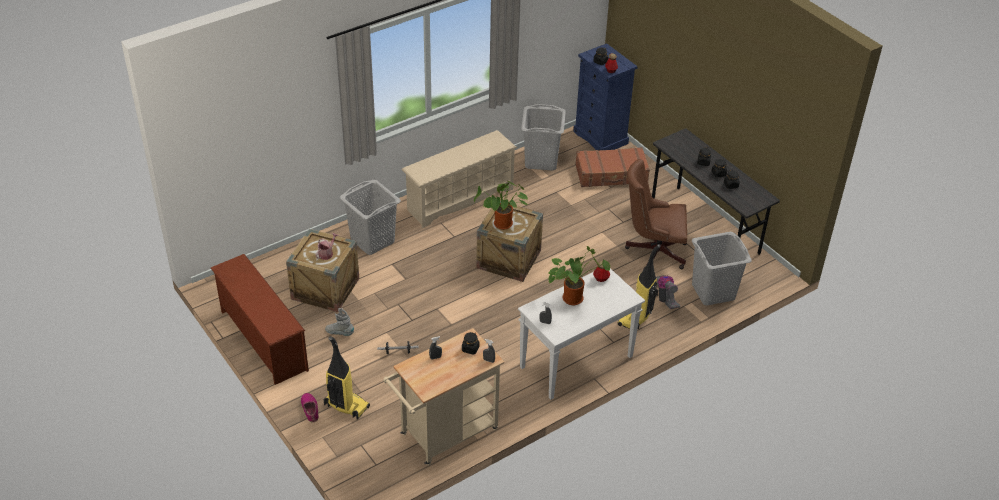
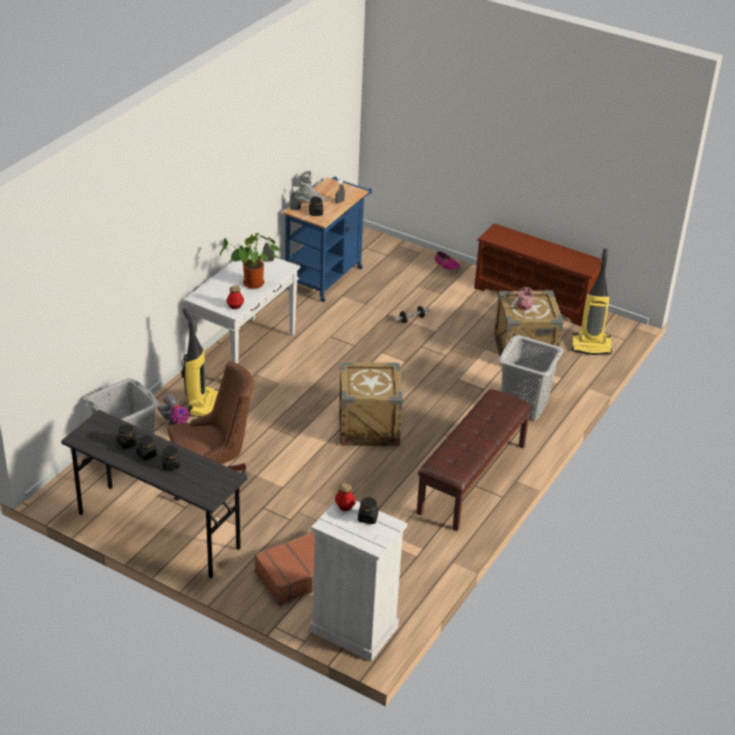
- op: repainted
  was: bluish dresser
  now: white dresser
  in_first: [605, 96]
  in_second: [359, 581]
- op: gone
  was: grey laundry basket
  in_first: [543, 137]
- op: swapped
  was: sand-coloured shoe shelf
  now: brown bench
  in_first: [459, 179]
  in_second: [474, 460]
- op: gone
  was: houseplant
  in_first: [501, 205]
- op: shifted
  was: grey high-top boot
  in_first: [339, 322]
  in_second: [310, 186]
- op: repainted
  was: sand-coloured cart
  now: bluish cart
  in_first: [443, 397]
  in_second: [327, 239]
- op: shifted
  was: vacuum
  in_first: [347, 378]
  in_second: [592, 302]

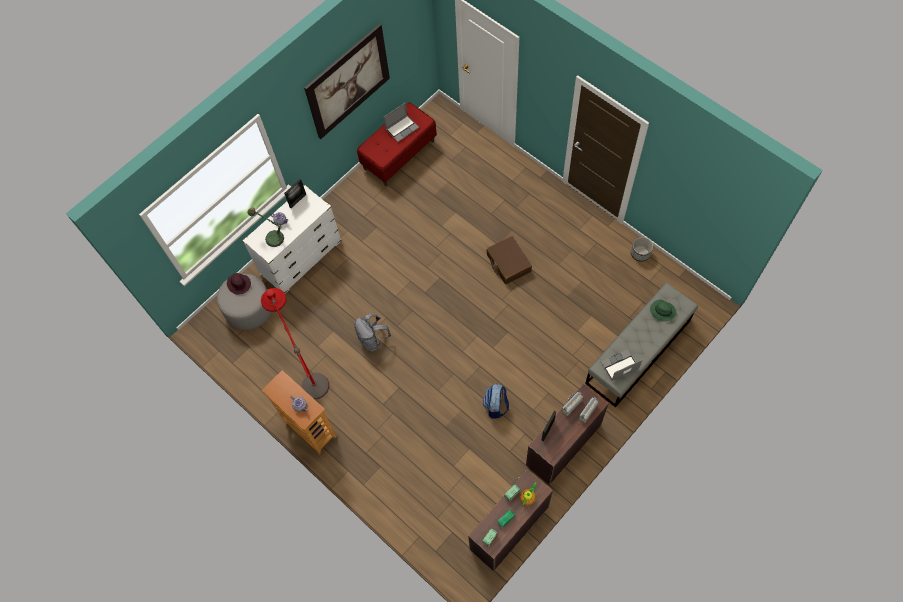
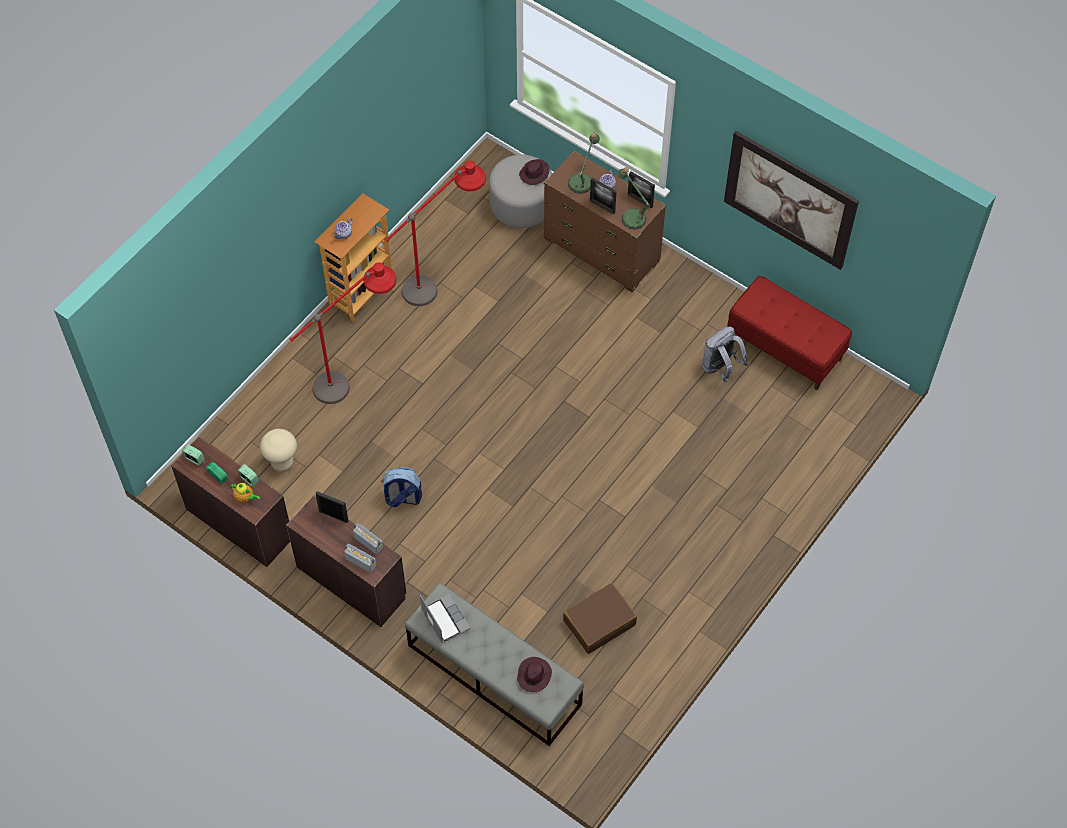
- op: gone
  was: portable computer
  in_first: [401, 122]
- op: repainted
  was: white dresser
  now: brown dresser
  in_first: [292, 239]
  in_second: [605, 221]
- op: shifted
  was: brown travel case
  in_first: [509, 260]
  in_second: [600, 618]
- op: gone
  was: flower pot
  in_first: [642, 249]
- op: repainted
  was: green clothing hat
  now: purple clothing hat
  in_first: [663, 310]
  in_second: [534, 674]
- op: shifted
  was: grey backpack
  in_first: [373, 332]
  in_second: [725, 354]
- op: new
  now: table lamp
  in_second: [633, 198]
- op: new
  now: photo frame
  in_second: [603, 196]
- op: new
  now: red-coloured standing lamp
  in_second: [342, 333]
- op: new
  now: sand-coloured stool
  in_second: [278, 450]

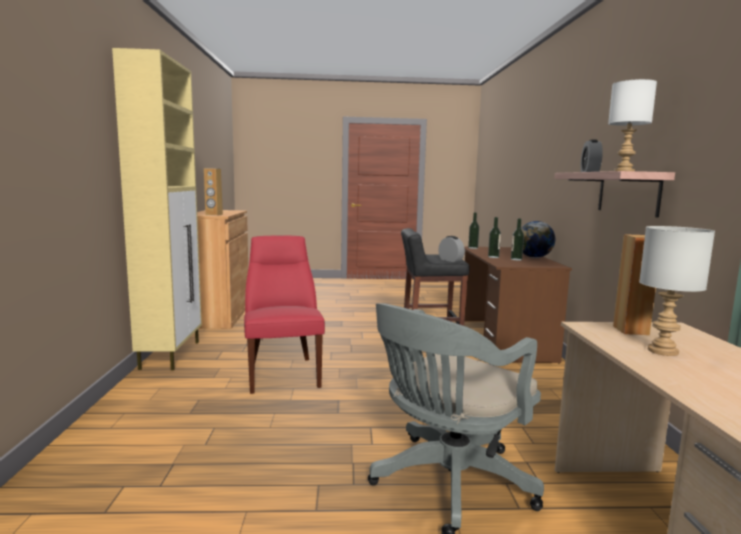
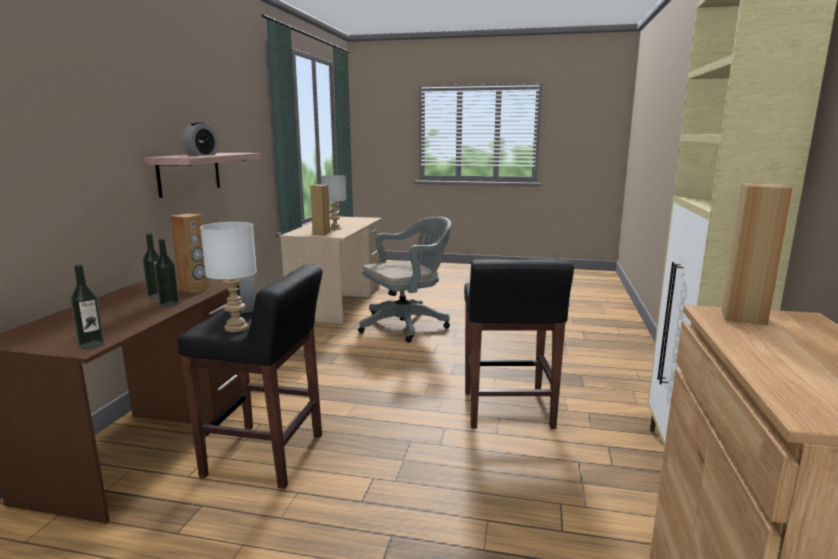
- op: shifted
  was: white table lamp
  in_first: [632, 125]
  in_second: [228, 277]
- op: gone
  was: desk globe
  in_first: [538, 239]
- op: swapped
  was: red-coloured chair
  now: black-coloured stool
  in_first: [284, 314]
  in_second: [519, 344]
- op: new
  now: brown speaker
  in_second: [190, 253]

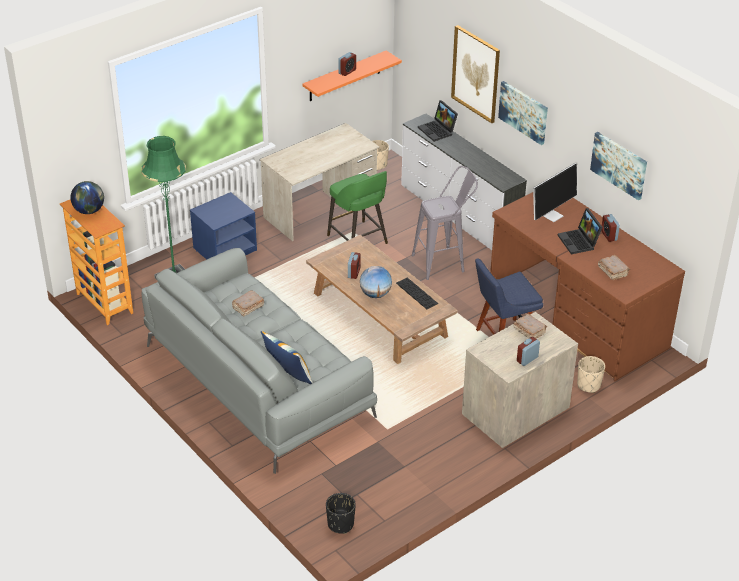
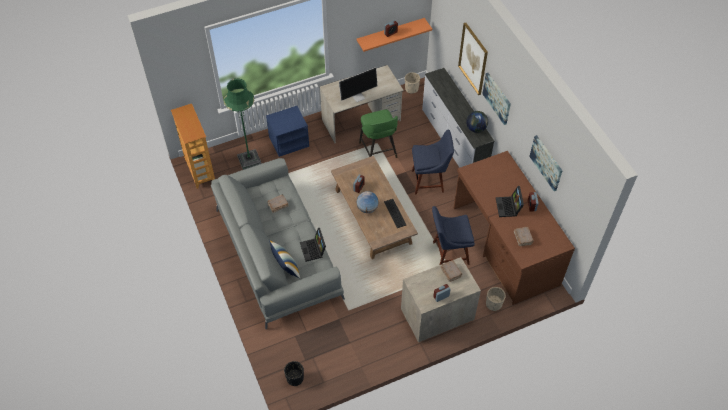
- op: shifted
  was: portable computer
  in_first: [438, 121]
  in_second: [313, 245]
- op: shifted
  was: monitor
  in_first: [555, 192]
  in_second: [358, 84]
- op: swapped
  was: grey stool
  now: bluish chair
  in_first: [445, 223]
  in_second: [433, 162]
- op: shifted
  was: desk globe
  in_first: [87, 197]
  in_second: [477, 122]

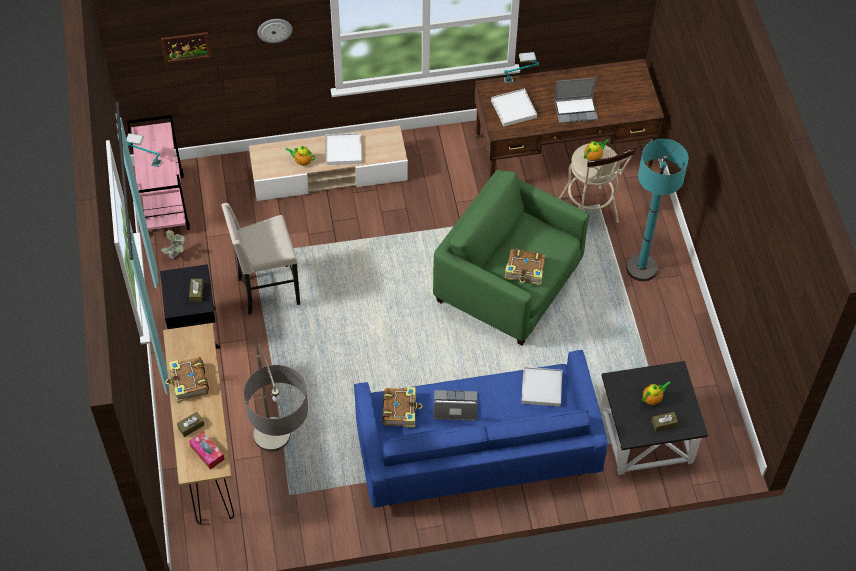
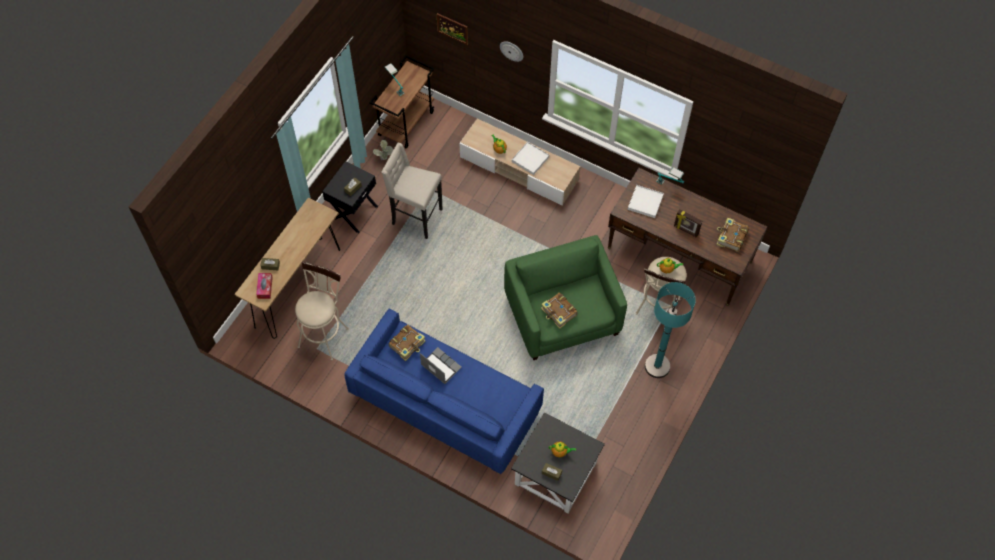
- op: swapped
  was: portable computer
  now: photo frame
  in_first: [576, 101]
  in_second: [688, 223]
- op: repainted
  was: pinkish cart
  now: brown cart
  in_first: [158, 173]
  in_second: [402, 102]
- op: swapped
  was: standing lamp
  now: sand-coloured stool
  in_first: [276, 397]
  in_second: [322, 310]
- op: shifted
  was: book
  in_first: [187, 379]
  in_second: [732, 234]
- op: gone
  was: white carrying tray
  in_first: [541, 387]

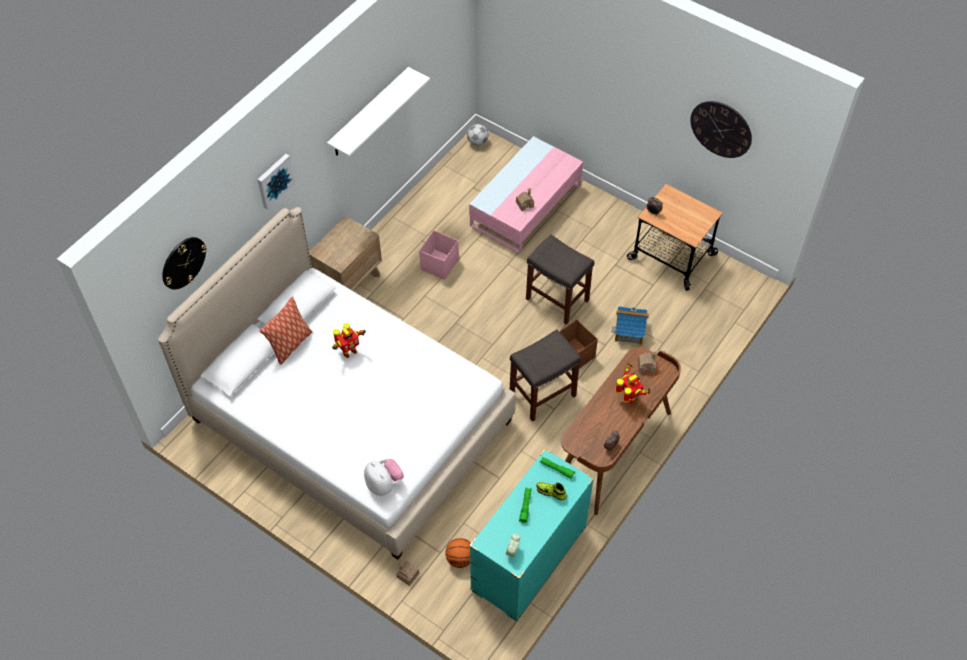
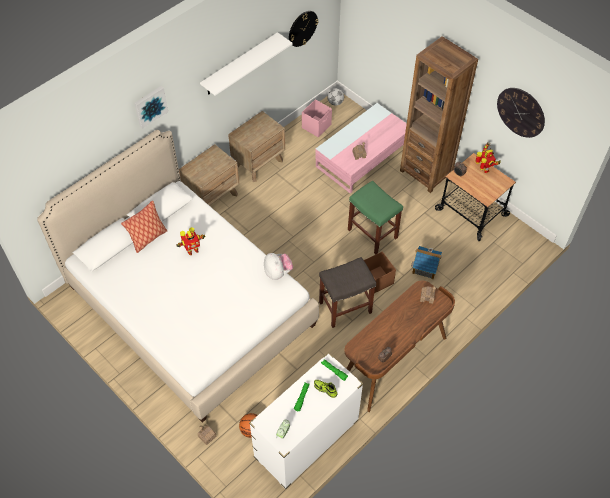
- op: shifted
  was: pinkish storage container
  in_first: [439, 255]
  in_second: [317, 118]
- op: repainted
  was: grey stool
  now: green stool
  in_first: [560, 280]
  in_second: [375, 217]
- op: shifted
  was: clock on the wall
  in_first: [184, 263]
  in_second: [303, 29]
- op: shifted
  was: toy robot
  in_first: [632, 383]
  in_second: [488, 157]
- op: repainted
  was: turquoise-coloured dresser
  now: white dresser
  in_first: [531, 534]
  in_second: [306, 420]
- op: shifted
  was: soft toy
  in_first: [384, 477]
  in_second: [278, 266]
- op: new
  now: brown bookcase
  in_second: [439, 114]
- op: new
  now: brown bedside table
  in_second: [256, 146]

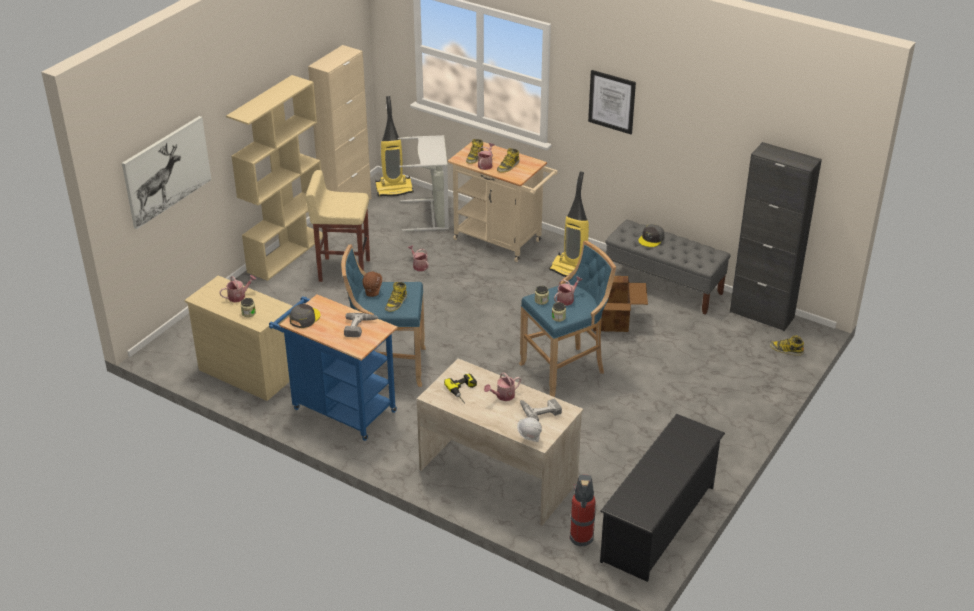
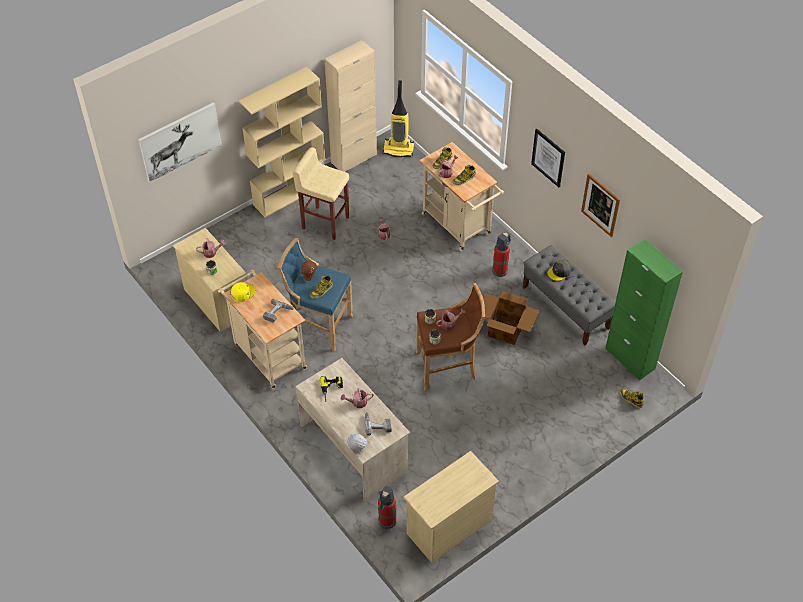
- op: gone
  was: grey laundry basket
  in_first: [423, 183]
- op: repainted
  was: black-coloured cupboard
  now: green cupboard
  in_first: [776, 236]
  in_second: [644, 309]
- op: swapped
  was: vacuum
  now: fire extinguisher
  in_first: [569, 224]
  in_second: [501, 254]
- op: repainted
  was: bluish stool
  now: brown stool
  in_first: [567, 318]
  in_second: [450, 337]
- op: repainted
  was: bluish cart
  now: sand-coloured cart
  in_first: [333, 368]
  in_second: [262, 329]
- op: repainted
  was: grey cap
  now: yellow cap
  in_first: [305, 316]
  in_second: [243, 292]
- op: swapped
  was: black-coloured shoe shelf
  now: sand-coloured dresser
  in_first: [662, 498]
  in_second: [451, 507]
- op: new
  now: wall picture
  in_second: [600, 205]

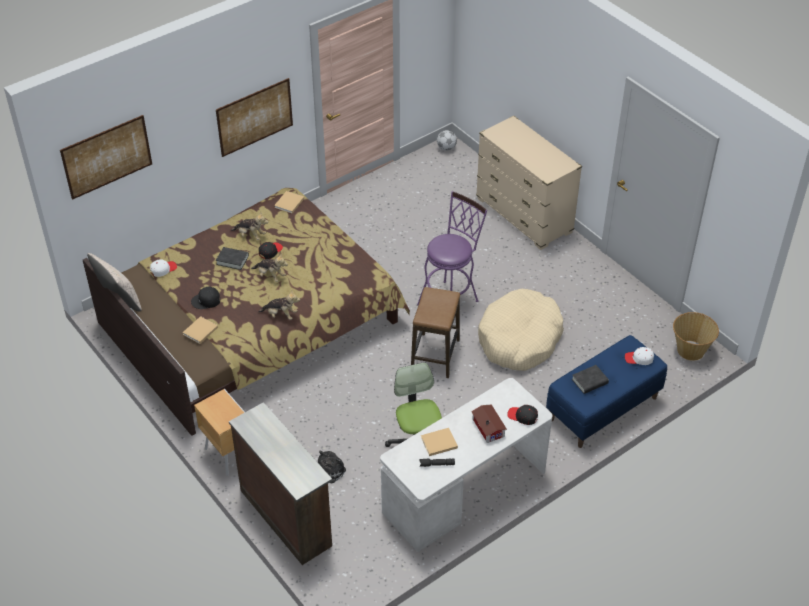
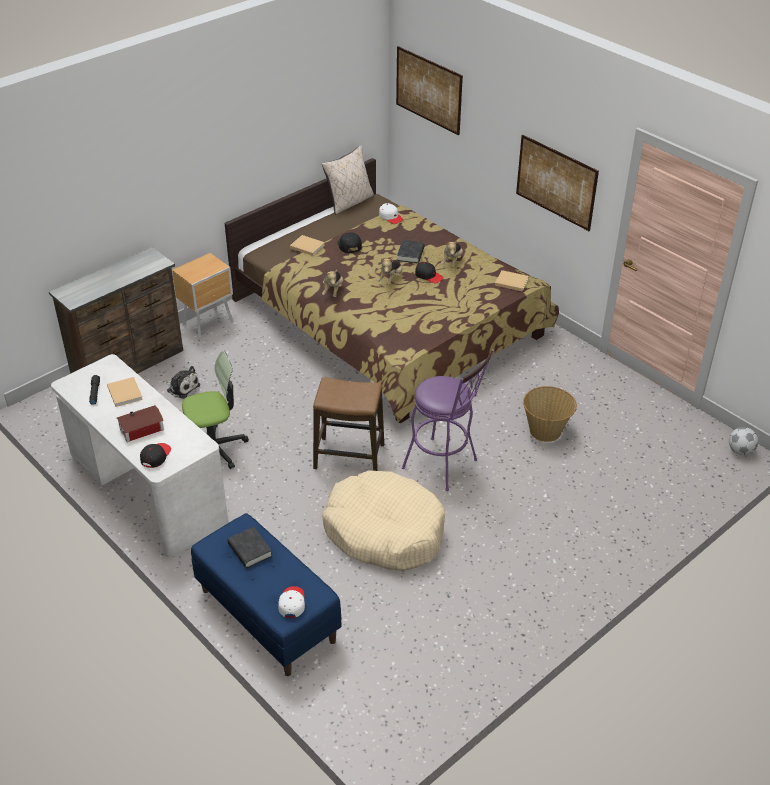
- op: gone
  was: sand-coloured dresser
  in_first: [529, 183]
- op: shifted
  was: storage basket
  in_first: [696, 336]
  in_second: [550, 414]

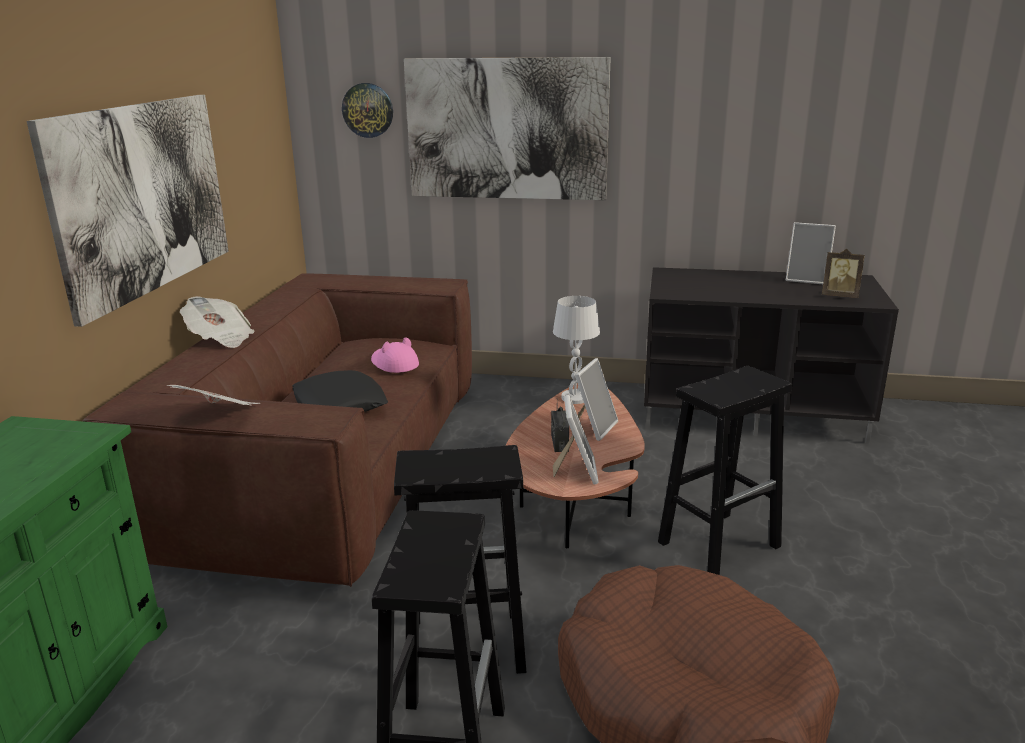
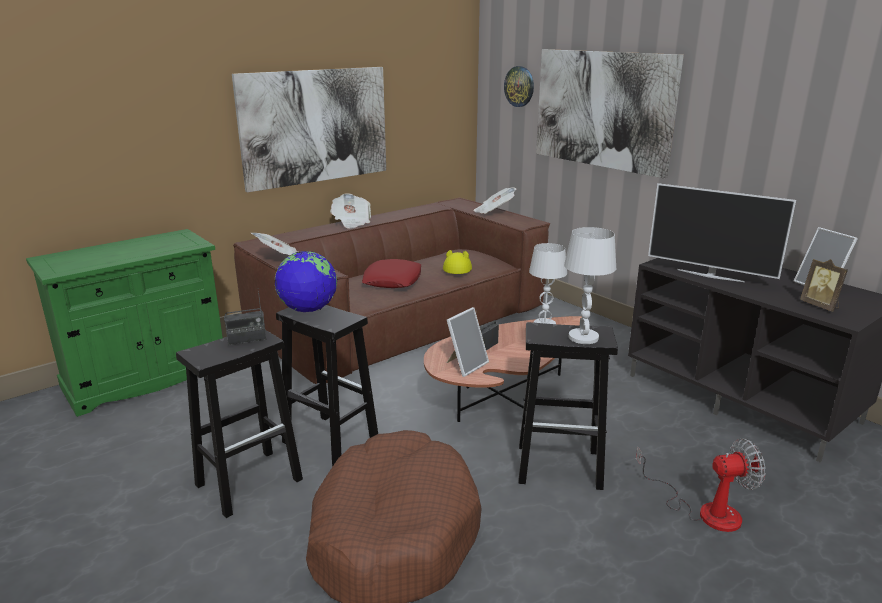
- op: repainted
  was: pinkish clothing hat
  now: yellow clothing hat
  in_first: [395, 355]
  in_second: [457, 262]
- op: gone
  was: photo frame
  in_first: [596, 399]
- op: repainted
  was: black-coloured pillow
  now: red-coloured pillow
  in_first: [340, 391]
  in_second: [391, 273]
- op: new
  now: television
  in_second: [722, 232]
- op: new
  now: printed paper
  in_second: [495, 200]
- op: new
  now: white table lamp
  in_second: [590, 285]
- op: new
  now: desk globe
  in_second: [306, 281]
- op: new
  now: radio set
  in_second: [245, 317]
- op: new
  now: fan
  in_second: [701, 485]

